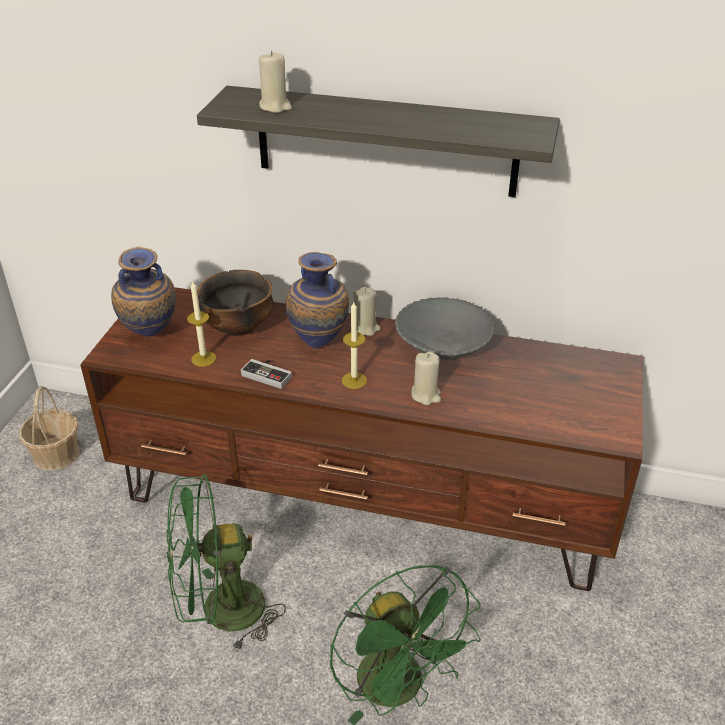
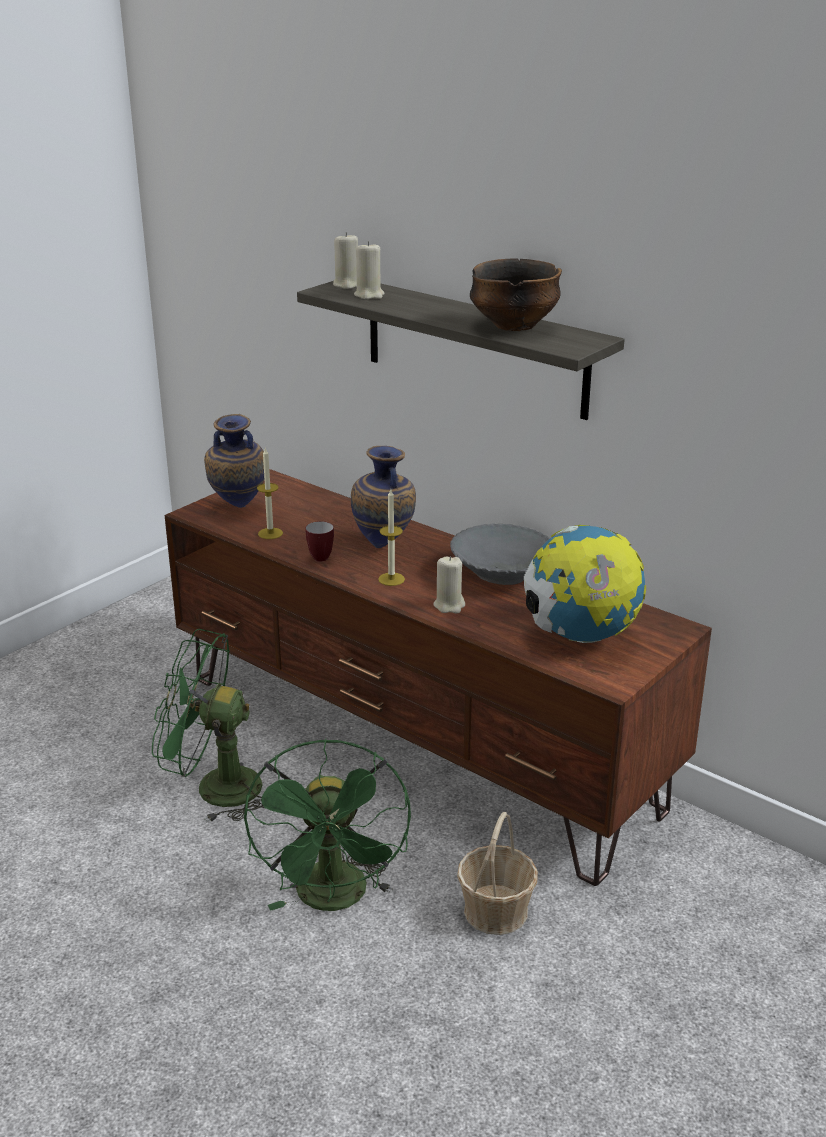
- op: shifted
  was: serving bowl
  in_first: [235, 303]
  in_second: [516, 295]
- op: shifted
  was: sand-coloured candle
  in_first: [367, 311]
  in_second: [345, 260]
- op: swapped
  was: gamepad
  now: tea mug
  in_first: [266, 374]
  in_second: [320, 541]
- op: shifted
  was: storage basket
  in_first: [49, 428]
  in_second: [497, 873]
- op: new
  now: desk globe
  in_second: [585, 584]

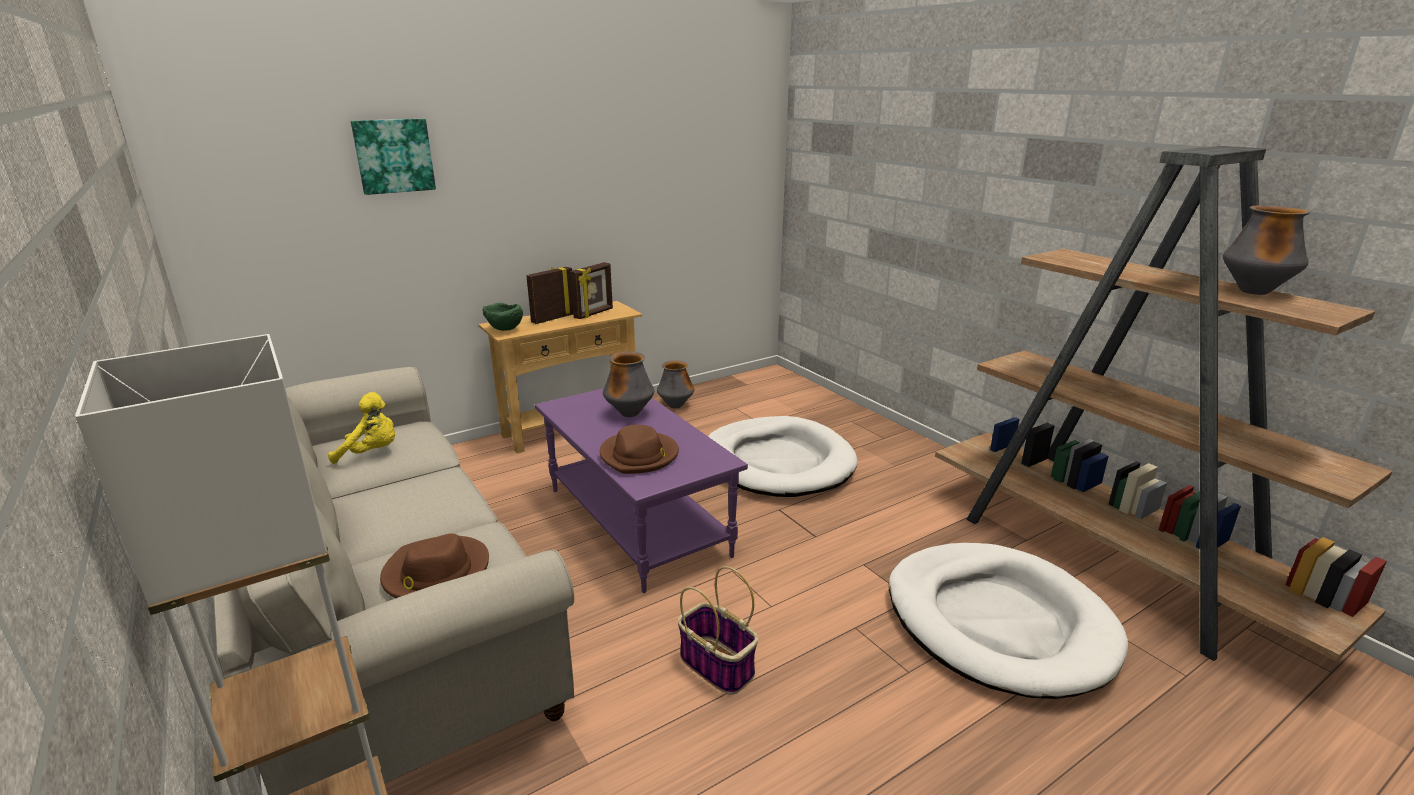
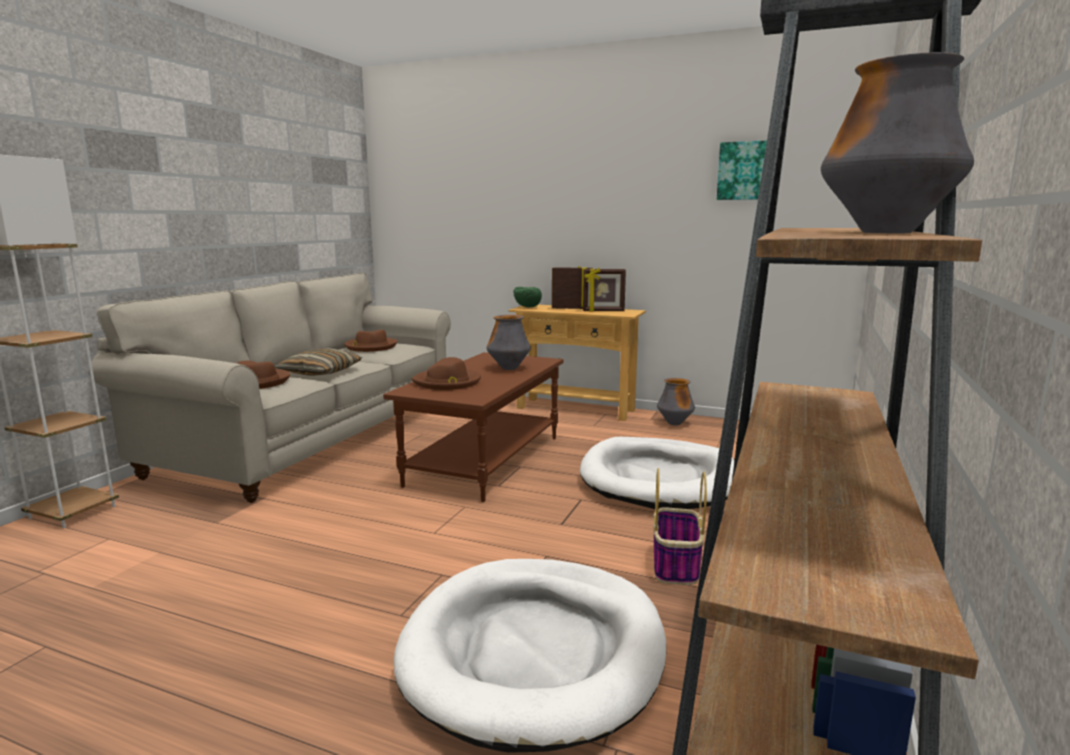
- op: shifted
  was: wall picture
  in_first: [393, 157]
  in_second: [742, 170]
- op: repainted
  was: purple lounge table
  now: brown lounge table
  in_first: [641, 490]
  in_second: [473, 427]
- op: swapped
  was: yellow soft toy
  now: brown clothing hat
  in_first: [361, 428]
  in_second: [371, 341]
- op: shifted
  was: storage basket
  in_first: [718, 630]
  in_second: [680, 526]
- op: new
  now: pillow
  in_second: [318, 362]

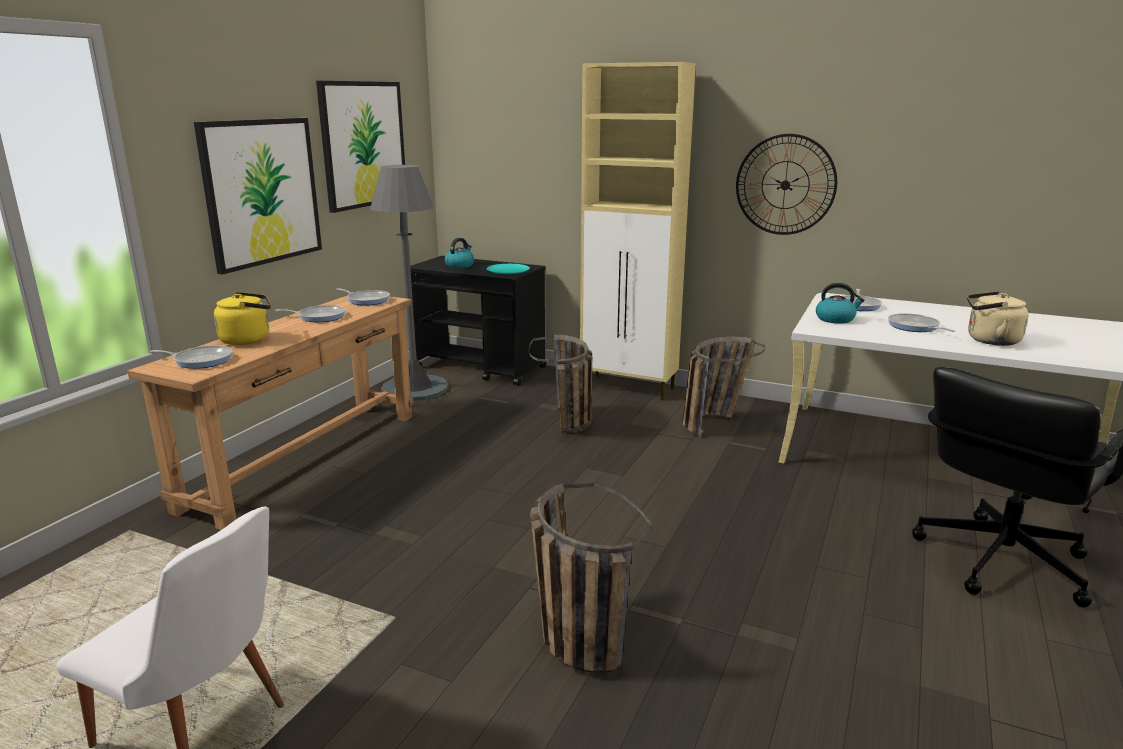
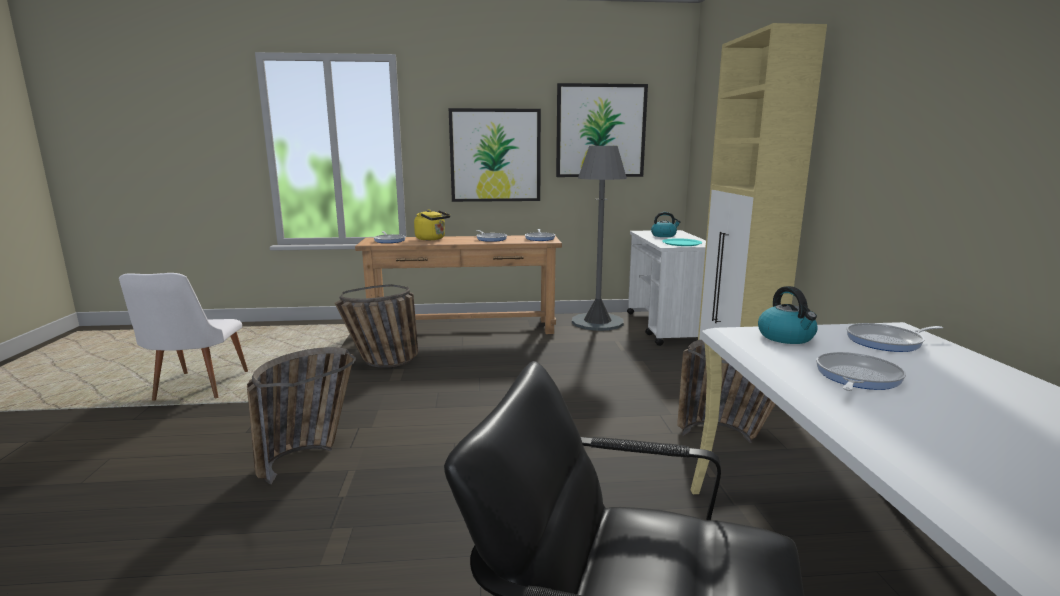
- op: gone
  was: clock on the wall
  in_first: [786, 184]
- op: repainted
  was: black-coloured cart
  now: white cart
  in_first: [478, 321]
  in_second: [666, 288]
- op: gone
  was: sand-coloured water kettle
  in_first: [998, 318]
- op: shifted
  was: storage basket
  in_first: [560, 384]
  in_second: [376, 326]

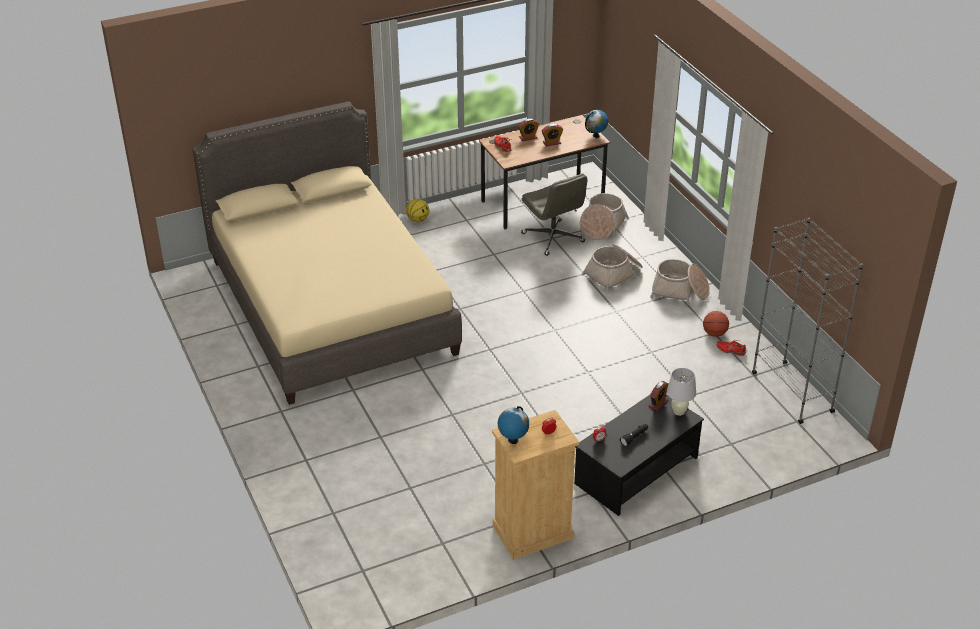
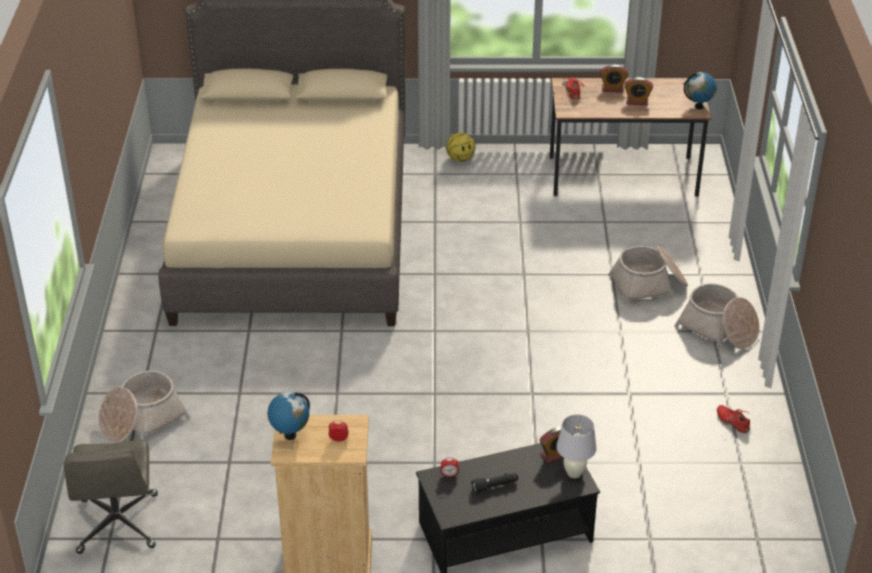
- op: shifted
  was: grey office chair
  in_first: [554, 214]
  in_second: [111, 497]
- op: shifted
  was: storage basket
  in_first: [604, 216]
  in_second: [145, 407]
- op: gone
  was: grey bookcase
  in_first: [807, 320]
- op: gone
  was: ball for basketball
  in_first: [716, 324]

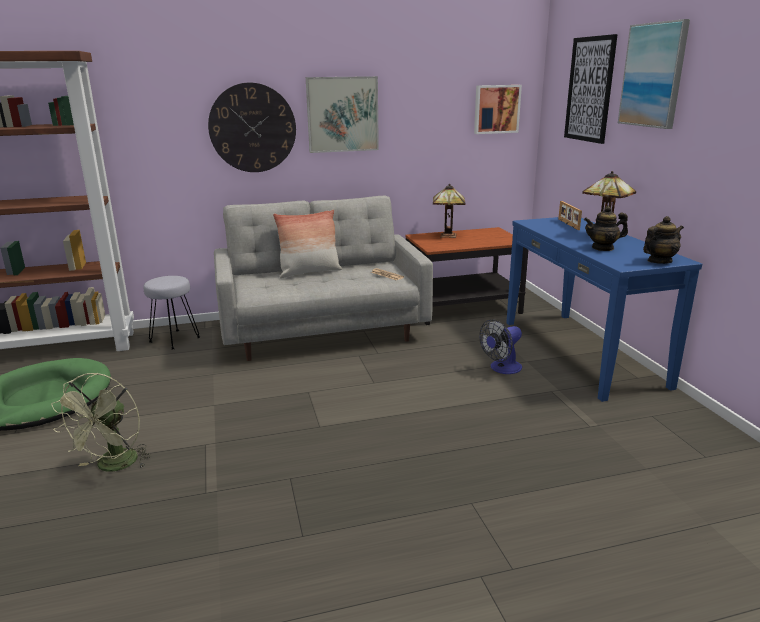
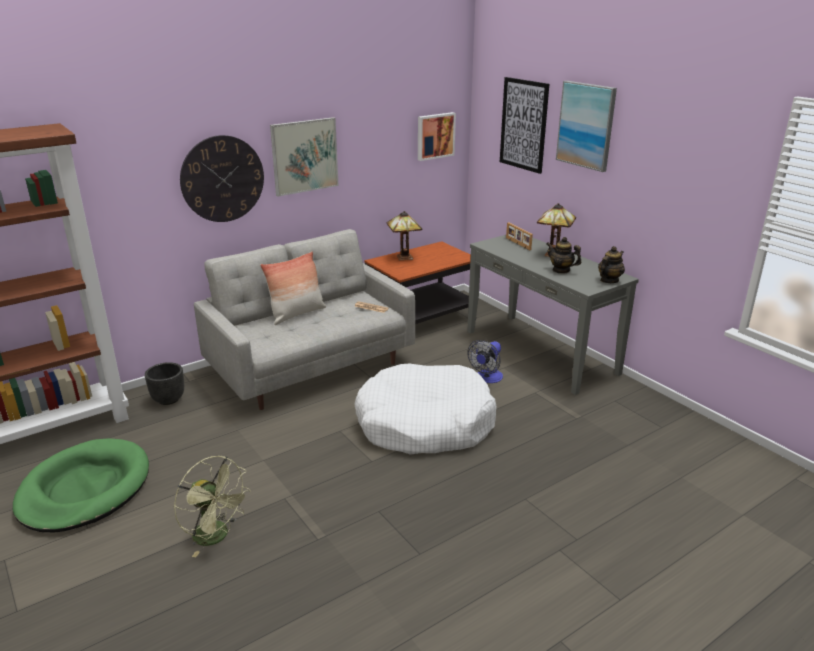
- op: rotated
  was: pot for tea
  in_first: [606, 228]
  in_second: [564, 255]
  clockwise: 60
- op: repainted
  was: bluish console table
  now: grey console table
  in_first: [604, 309]
  in_second: [553, 315]
- op: swapped
  was: grey stool
  now: black-coloured flower pot
  in_first: [172, 313]
  in_second: [164, 383]
- op: rotated
  was: green fan
  in_first: [101, 422]
  in_second: [212, 506]
  clockwise: -45
- op: new
  now: white dog bed
  in_second: [425, 409]

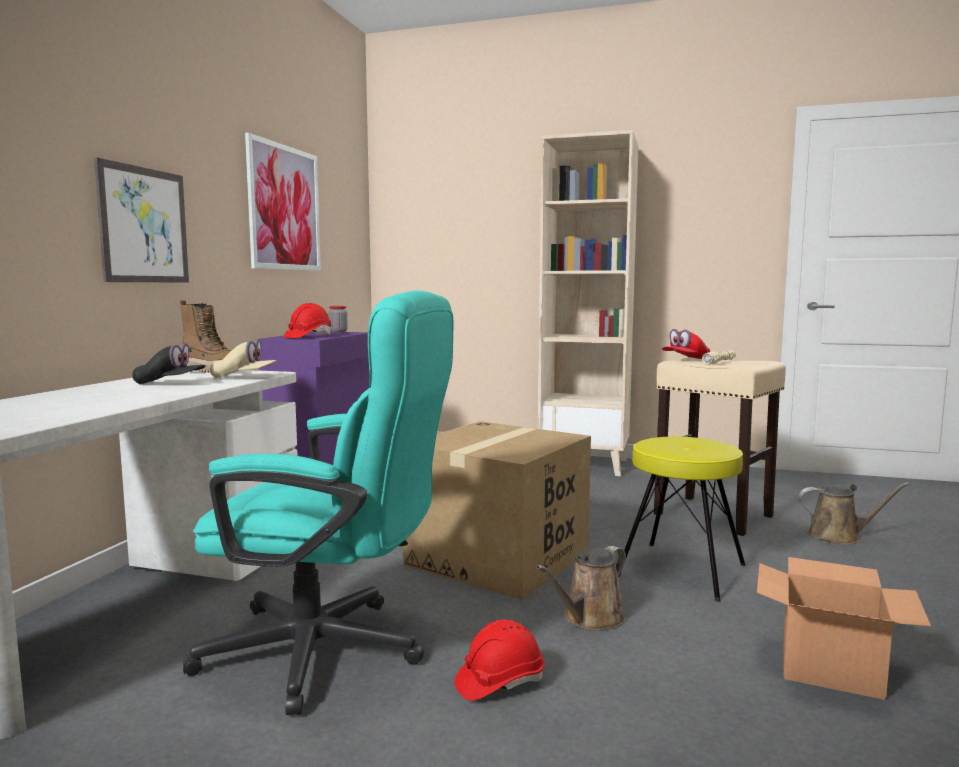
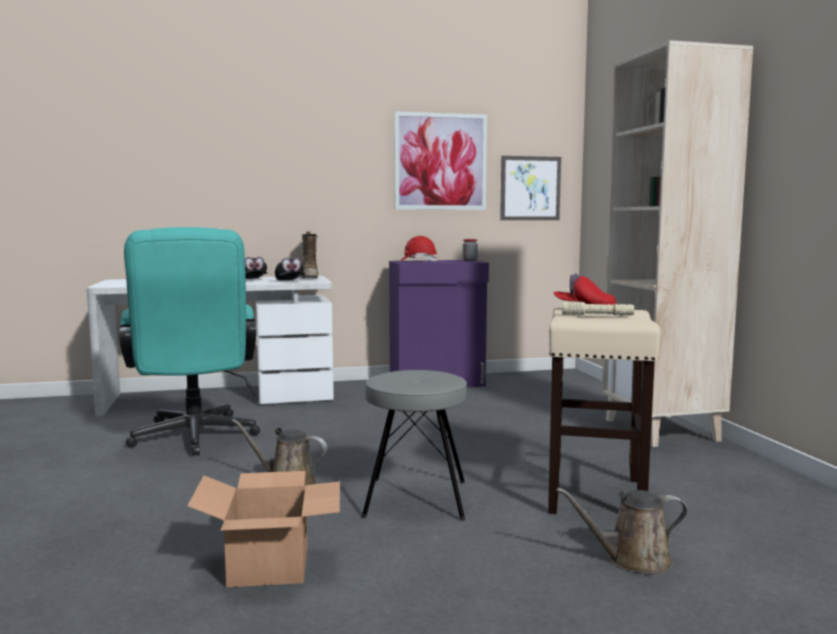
- op: shifted
  was: wall picture
  in_first: [141, 220]
  in_second: [530, 188]
- op: repainted
  was: sand-coloured cap
  now: black-coloured cap
  in_first: [243, 359]
  in_second: [290, 269]
- op: gone
  was: carton
  in_first: [497, 510]
- op: repainted
  was: yellow stool
  now: grey stool
  in_first: [682, 519]
  in_second: [414, 445]
- op: rotated
  was: brown sprinkling can
  in_first: [854, 513]
  in_second: [622, 531]
  clockwise: 105
- op: gone
  was: red-coloured work helmet
  in_first: [499, 660]

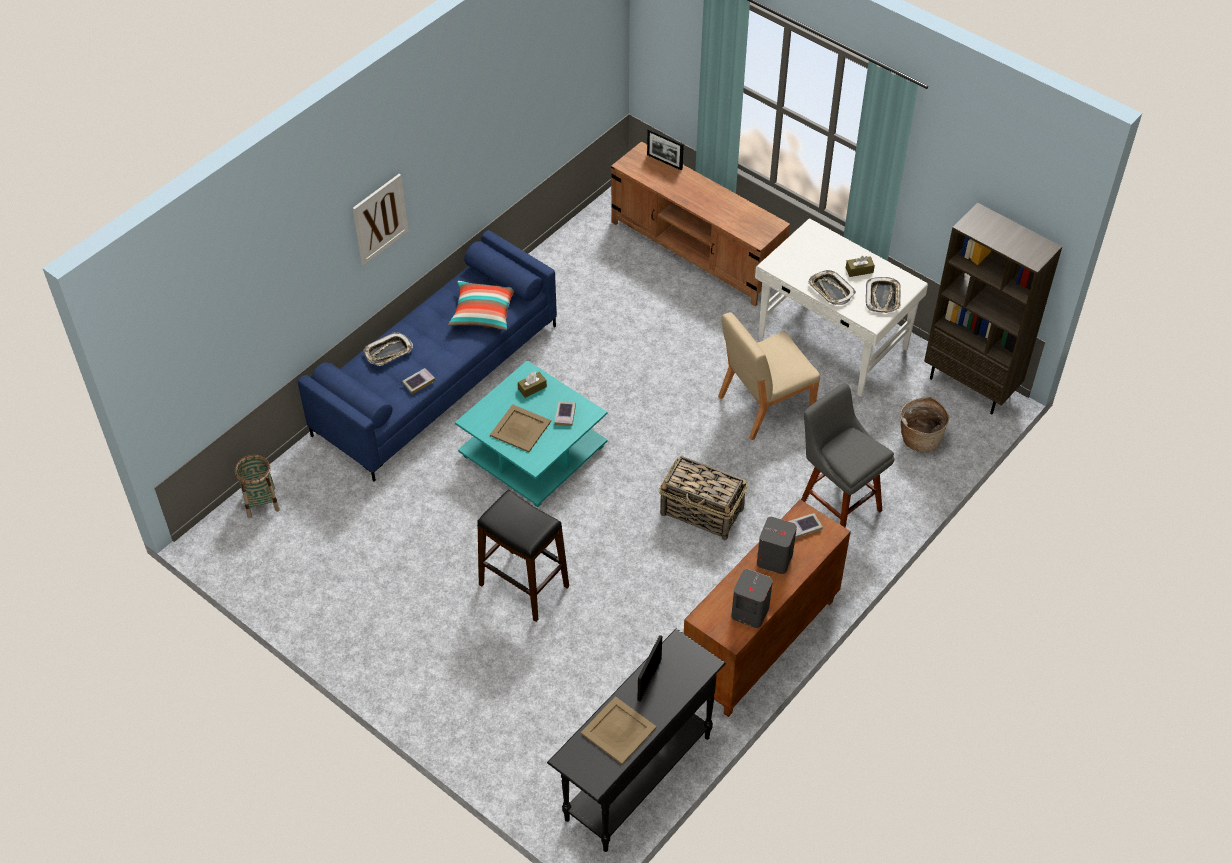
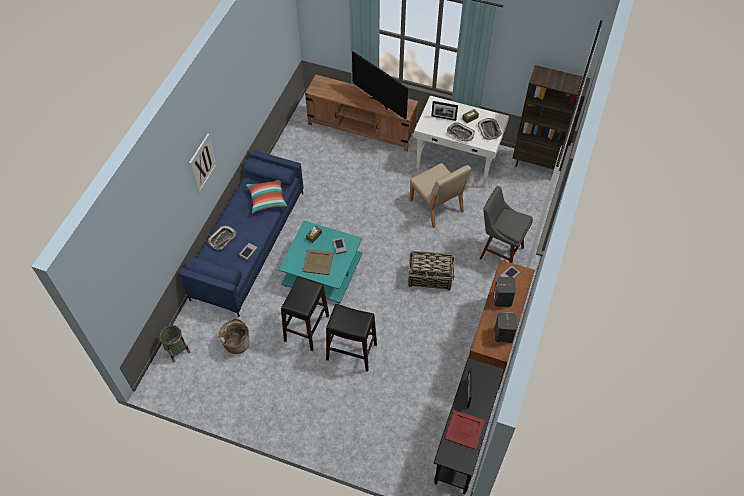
- op: shifted
  was: photo frame
  in_first: [665, 149]
  in_second: [444, 111]
- op: rotated
  was: sand-coloured chair
  in_first: [769, 376]
  in_second: [440, 195]
  clockwise: -75
- op: shifted
  was: storage basket
  in_first: [924, 425]
  in_second: [233, 336]
- op: repainted
  was: sand-coloured carrying tray
  now: red-coloured carrying tray
  in_first: [619, 730]
  in_second: [465, 430]
- op: new
  now: television
  in_second: [380, 85]
- op: new
  now: black-coloured stool
  in_second: [305, 313]

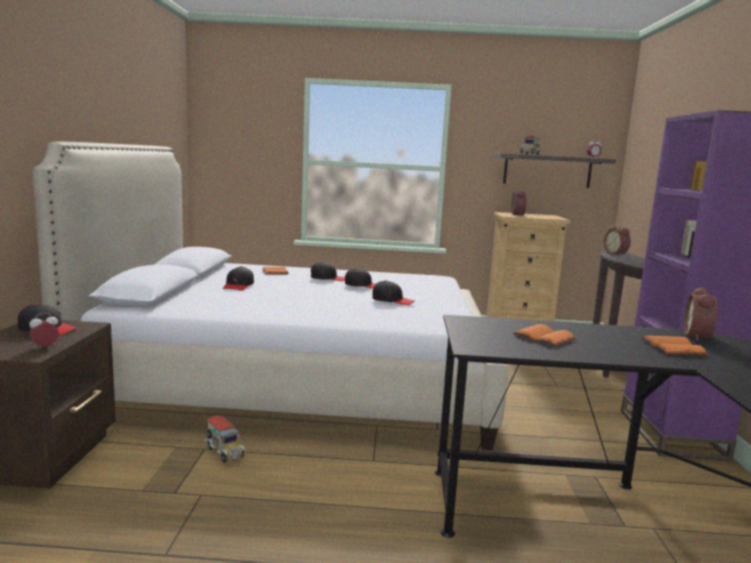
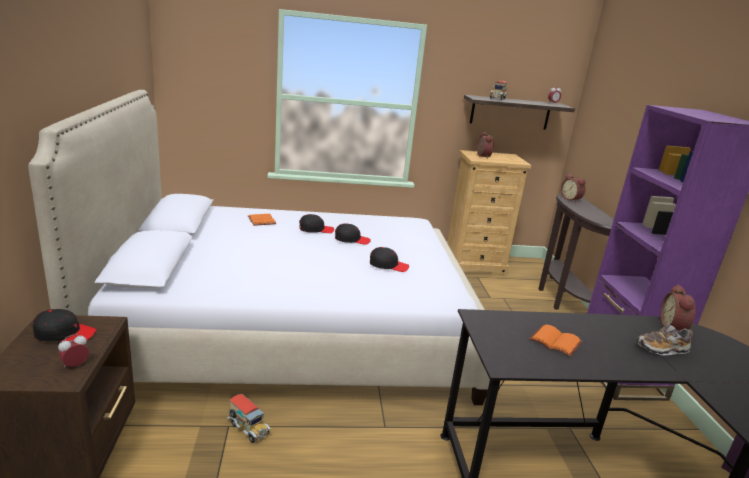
- op: gone
  was: black-coloured cap
  in_first: [238, 278]
- op: swapped
  was: orange book
  now: shoe
  in_first: [675, 346]
  in_second: [665, 340]

